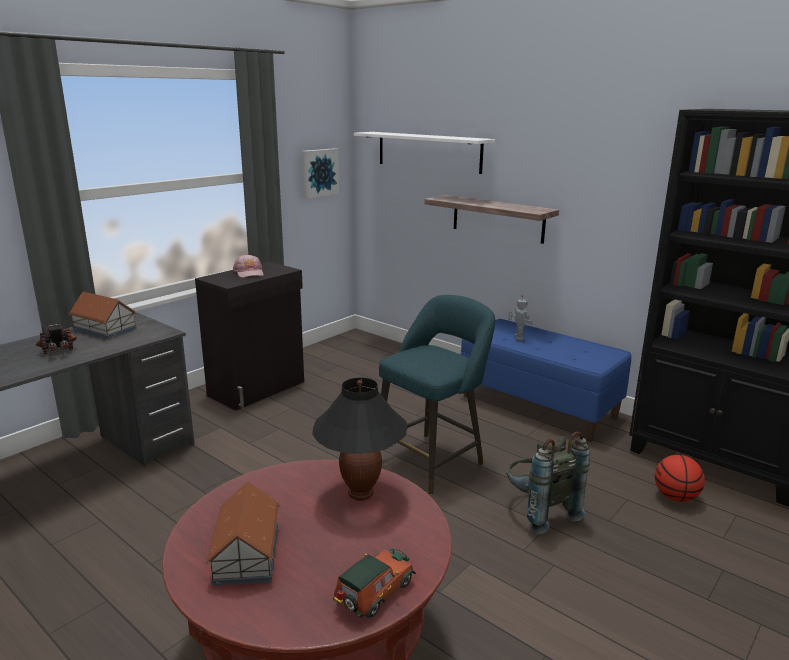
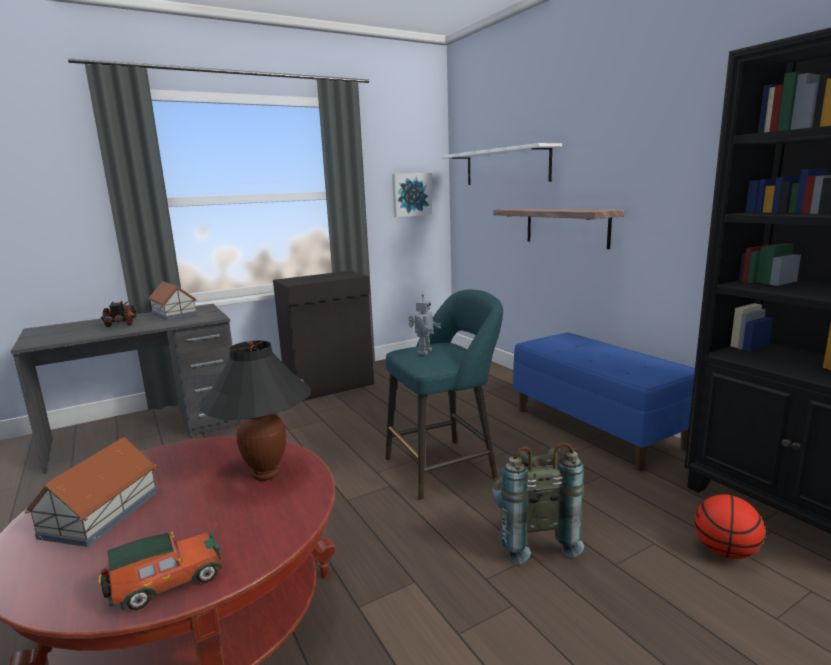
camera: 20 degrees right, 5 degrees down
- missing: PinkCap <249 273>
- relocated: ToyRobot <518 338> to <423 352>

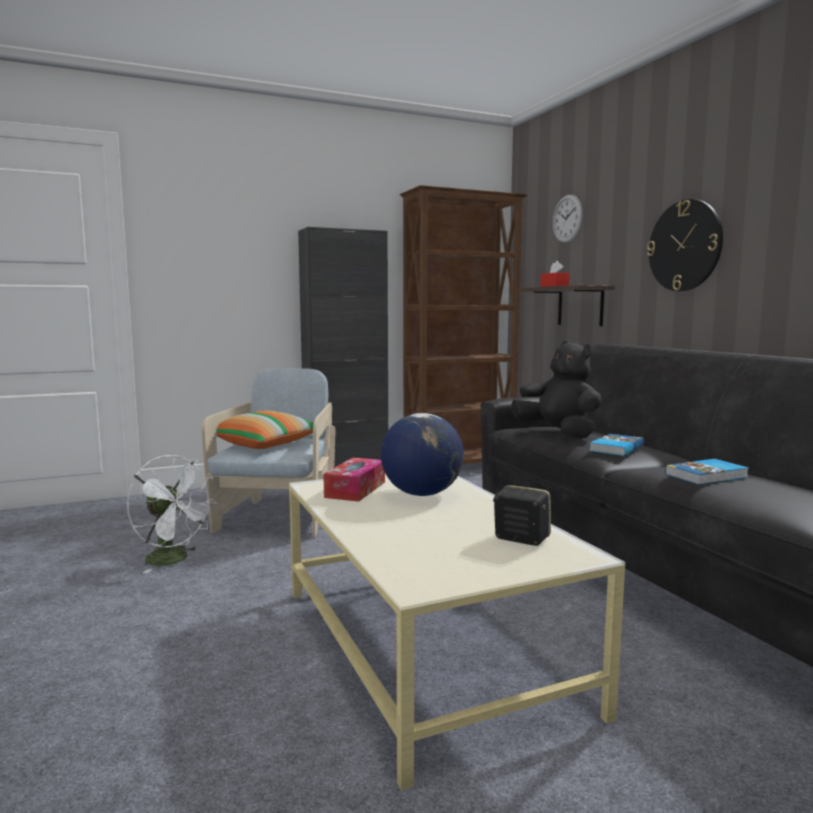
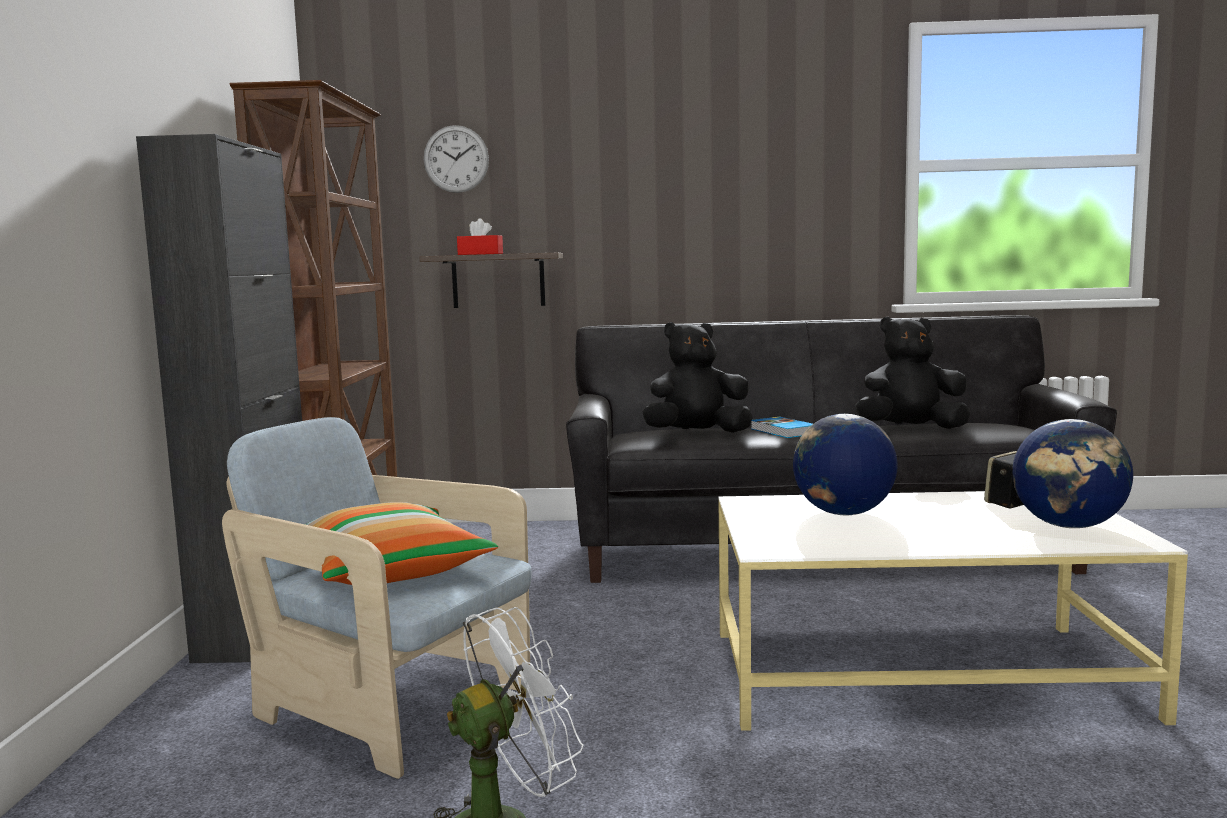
camera: 65 degrees left, 0 degrees up
- missing: TissueBox <355 489>
- missing: WallClock <685 246>
- appeared: Globe <1069 526>
- exchanged: Book <707 476> to BlackPlushToy <910 429>

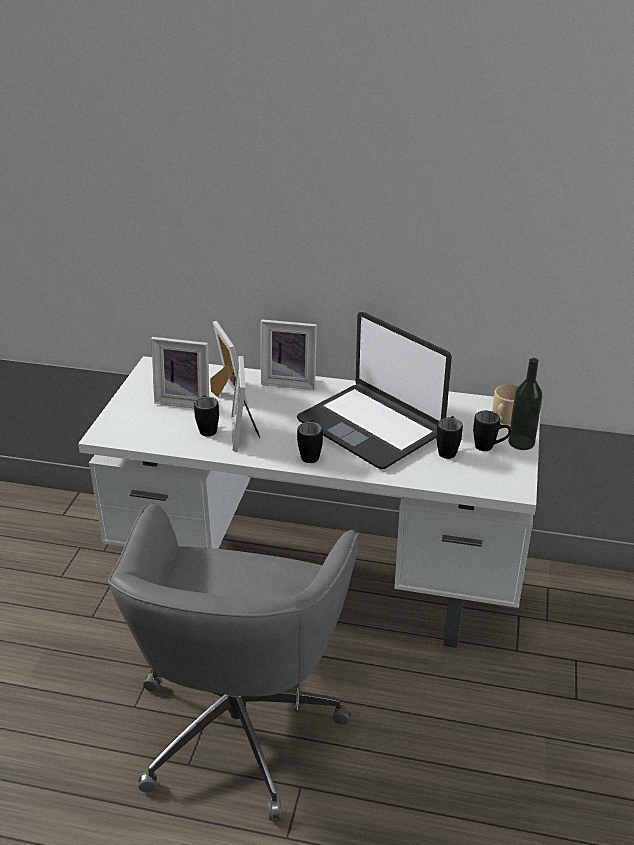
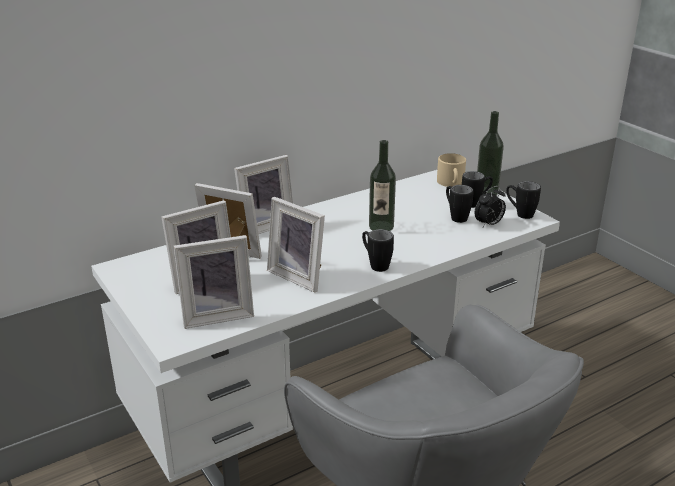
camera: 45 degrees left, 5 degrees down
- appeared: PictureFrame <217 314>
- appeared: AlarmClock <489 224>
- relocated: BlackMug <207 428> to <520 213>
- exchanged: Laptop <371 426> to Bottle <381 226>

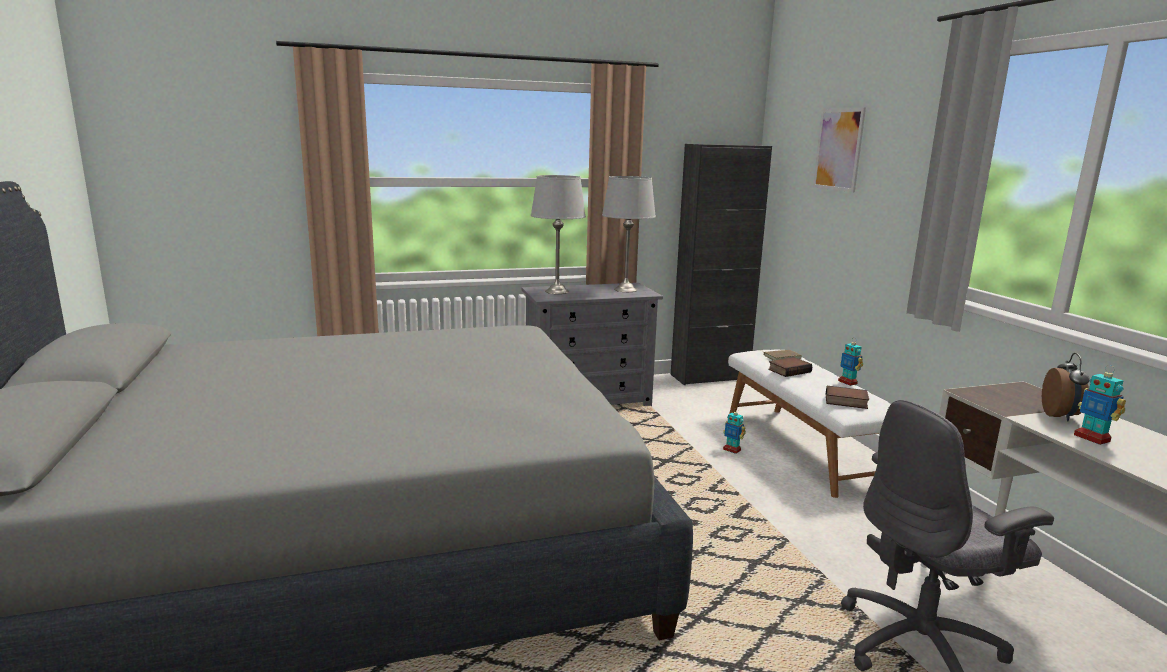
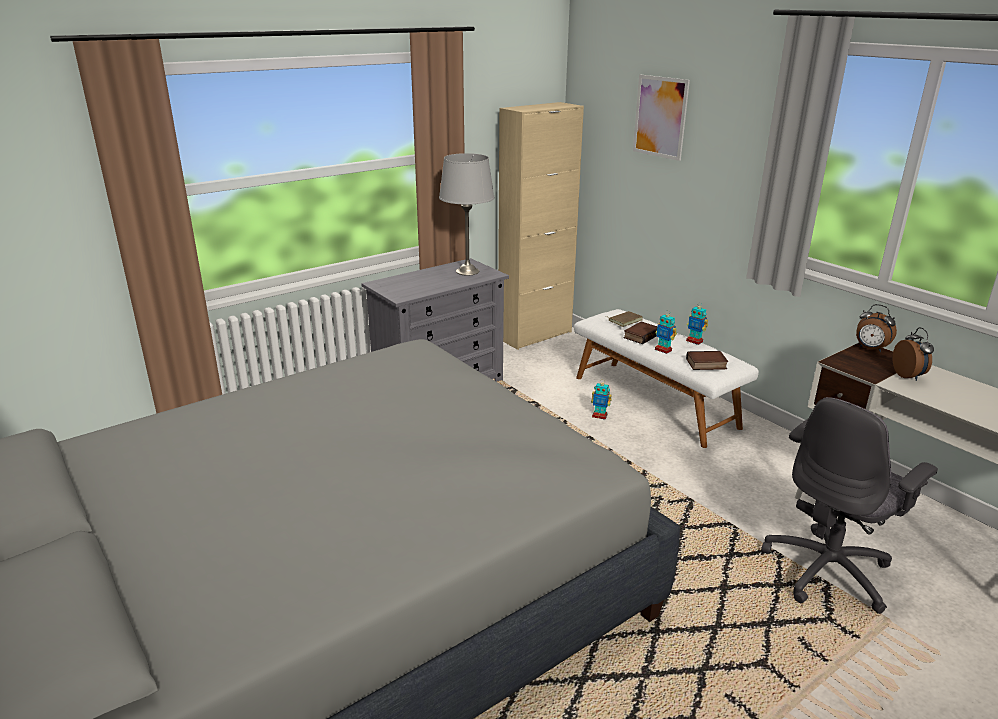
camera: 20 degrees left, 10 degrees up
- missing: GreyTableLamp <556 291>
- appeared: AlarmClock <870 349>
- relocated: ToyRobot <1092 438> to <663 350>
- colour: BlackCabinet <709 377> to BeigeCabinet <535 335>

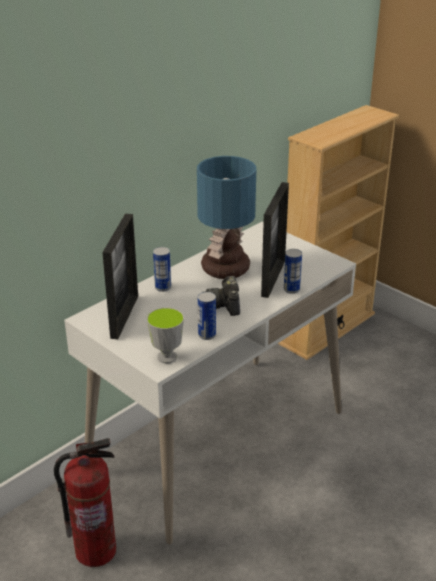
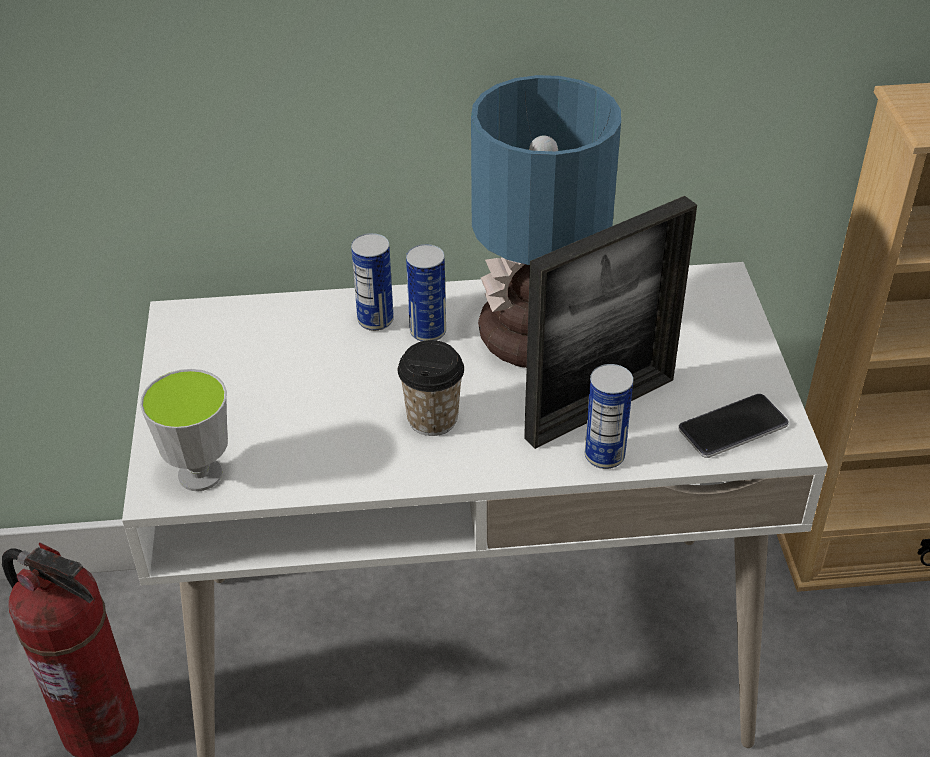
camera: 40 degrees right, 10 degrees up
- missing: PictureFrame <124 316>
- appeared: Phone <732 427>
- relocated: Can <207 335> to <428 331>
- exchanged: PhotoCamera <224 305> to Cup <432 419>

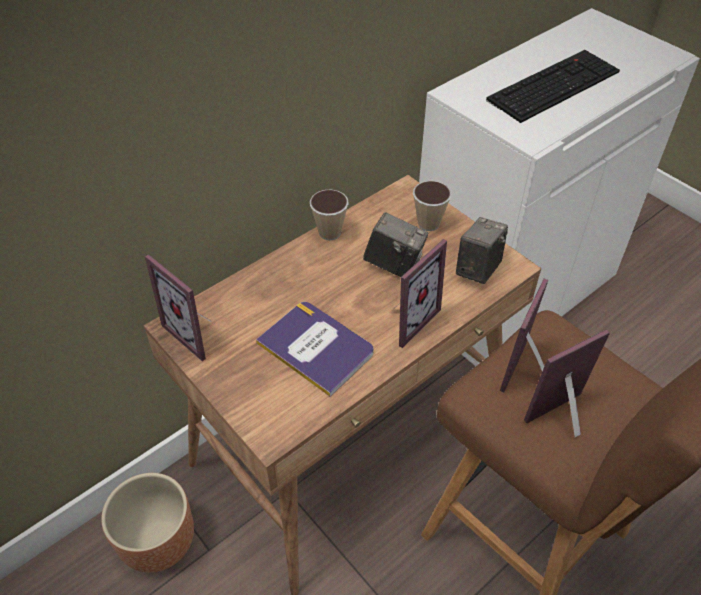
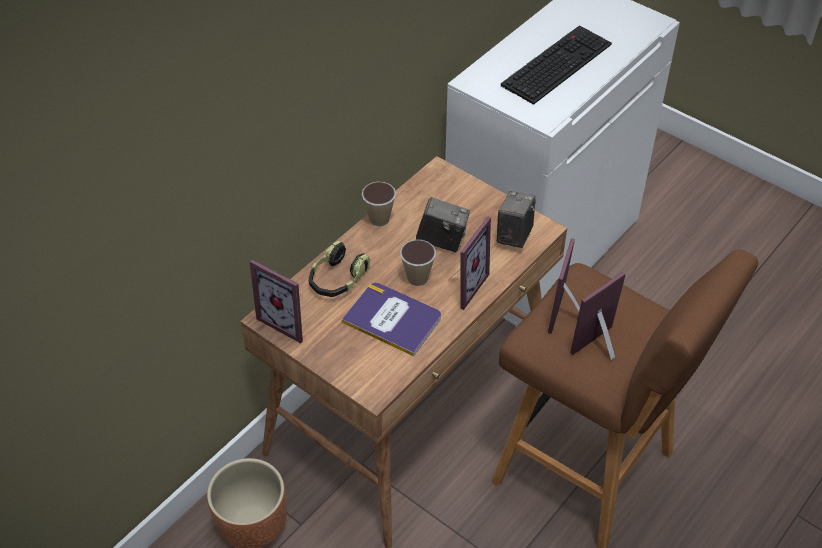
camera: 10 degrees left, 0 degrees up
- appeared: Headphones <337 280>
- relocated: Cup <428 223> to <417 278>

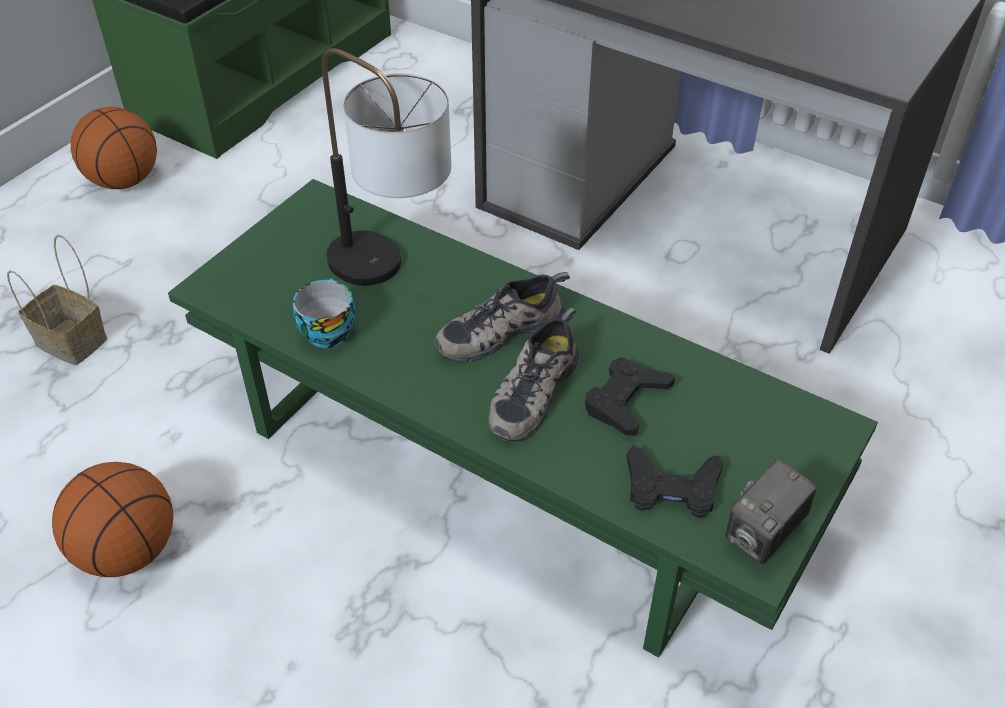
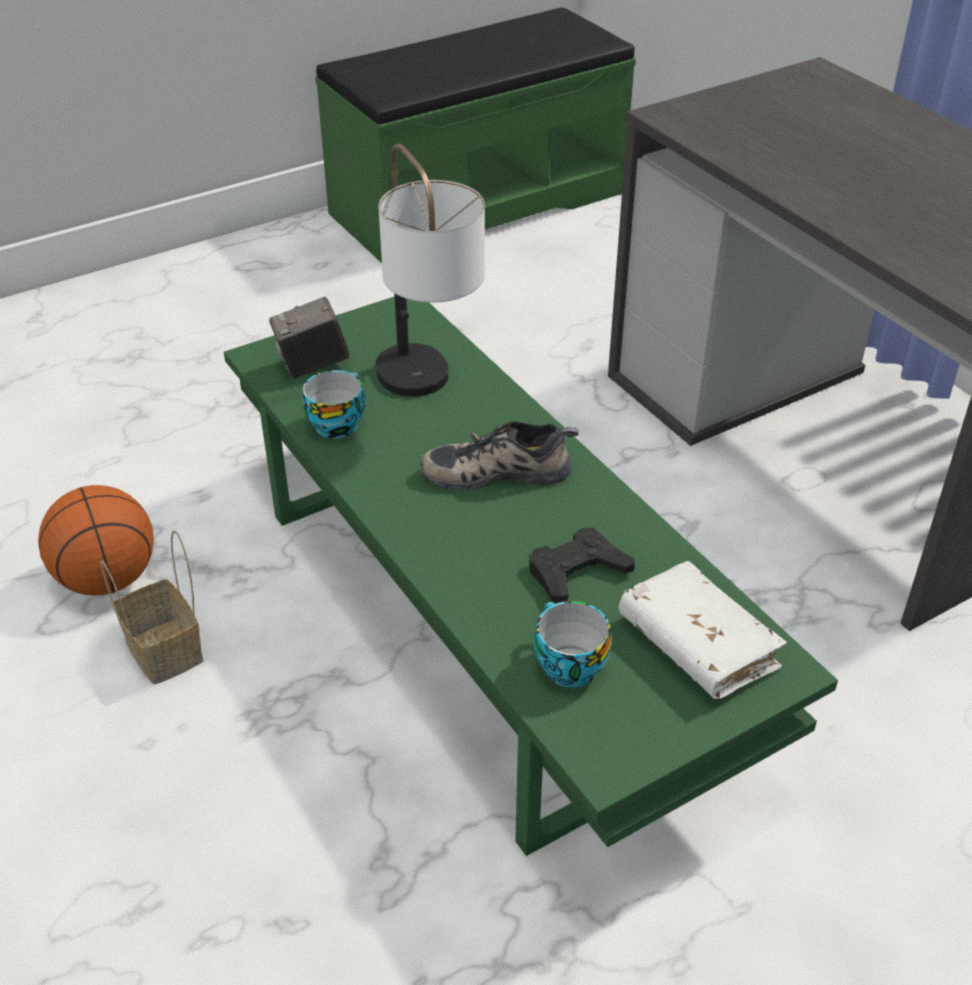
camera: 25 degrees right, 5 degrees down
- missing: Basketball <124 181>
- missing: Shoe <531 390>
- appeared: WhiteBook <697 644>
- relocated: Basket <74 341> to <167 652>
- relocated: PhotoCamera <763 535> to <313 365>
- exchanged: BlackGameController <671 488> to Cup <566 666>

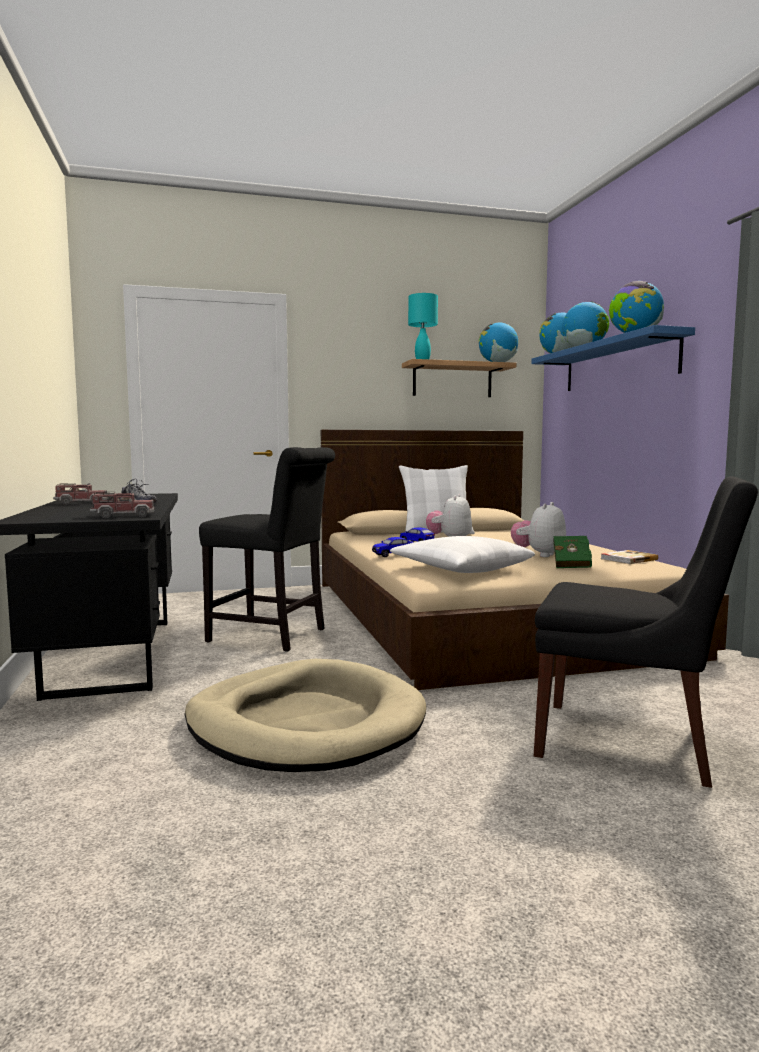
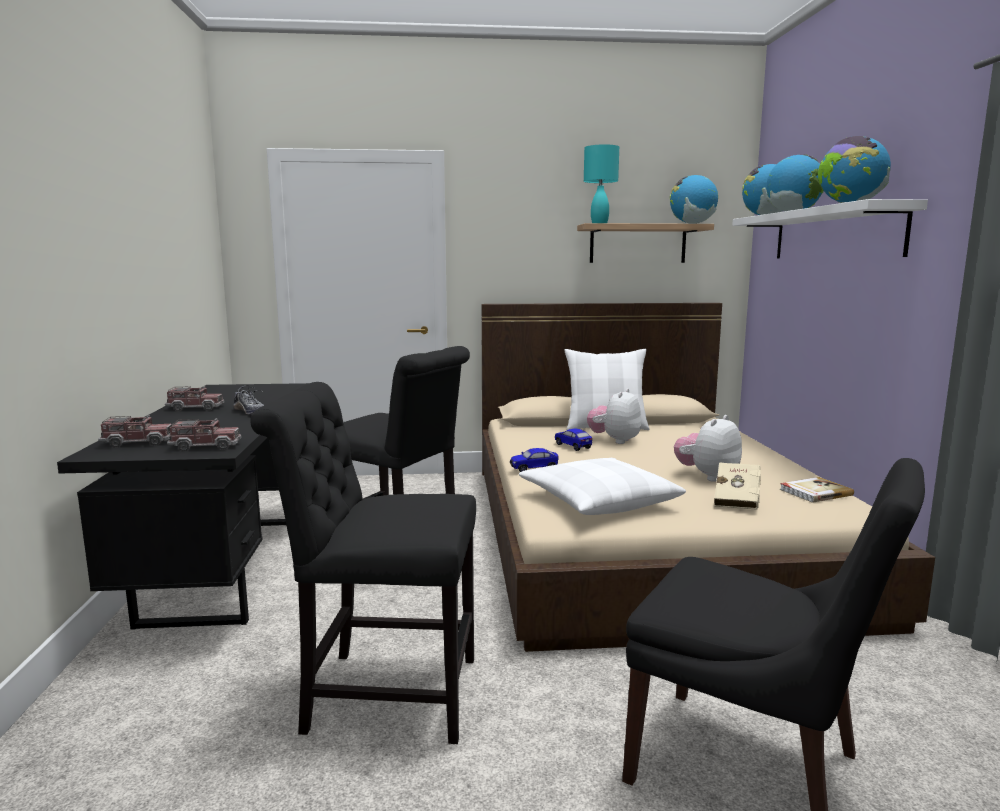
camera: 10 degrees right, 5 degrees up
- appeared: ToyTruck <138 442>
- exchanged: BeigeDogBed <305 723> to BlackChair <383 694>
- colour: BlueShelf <618 364> to WhiteShelf <834 234>
- colour: GreenBook <572 564> to BeigeBook <737 500>

